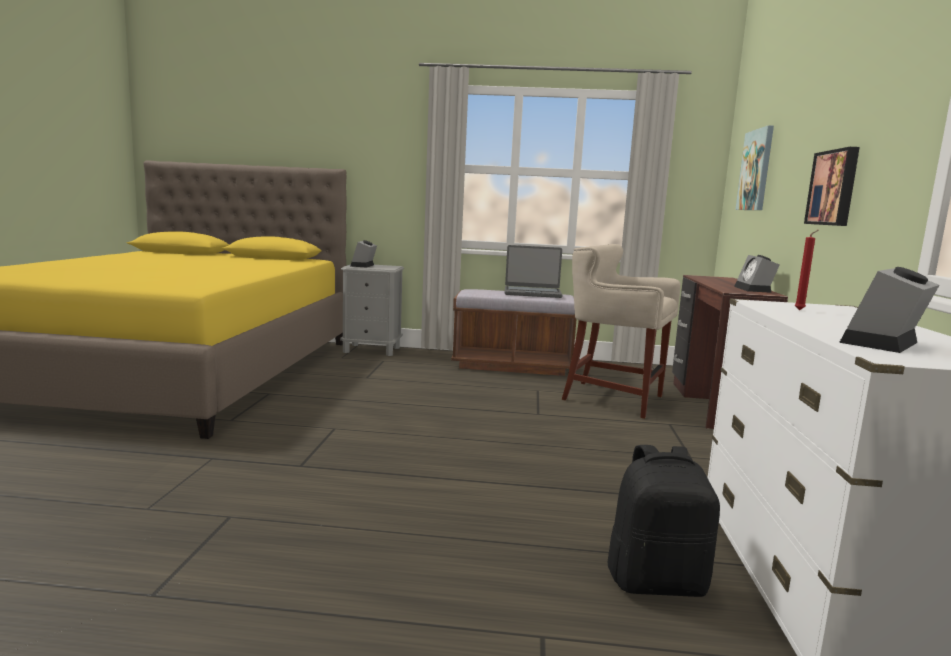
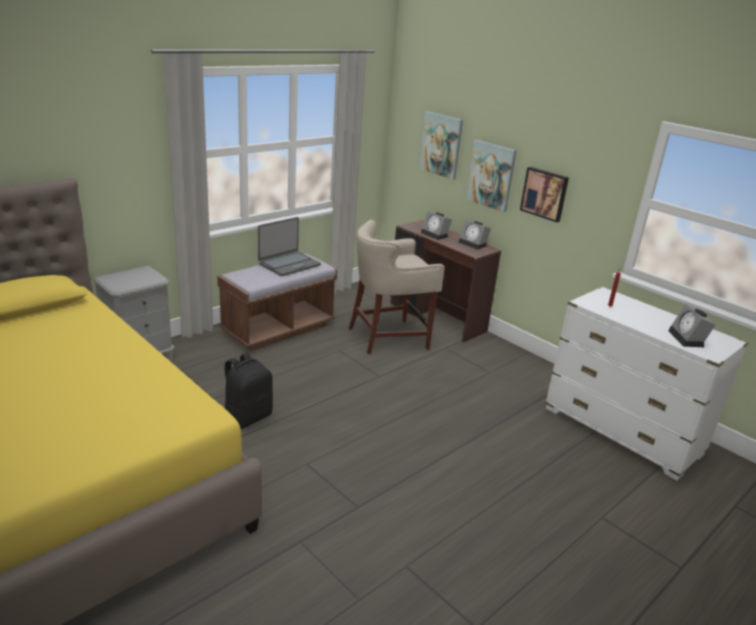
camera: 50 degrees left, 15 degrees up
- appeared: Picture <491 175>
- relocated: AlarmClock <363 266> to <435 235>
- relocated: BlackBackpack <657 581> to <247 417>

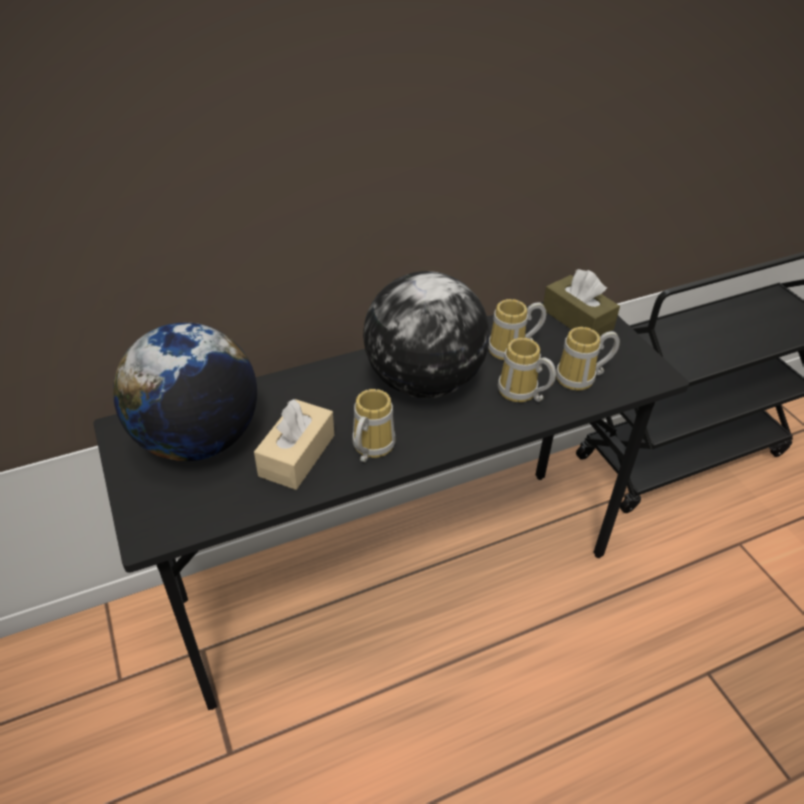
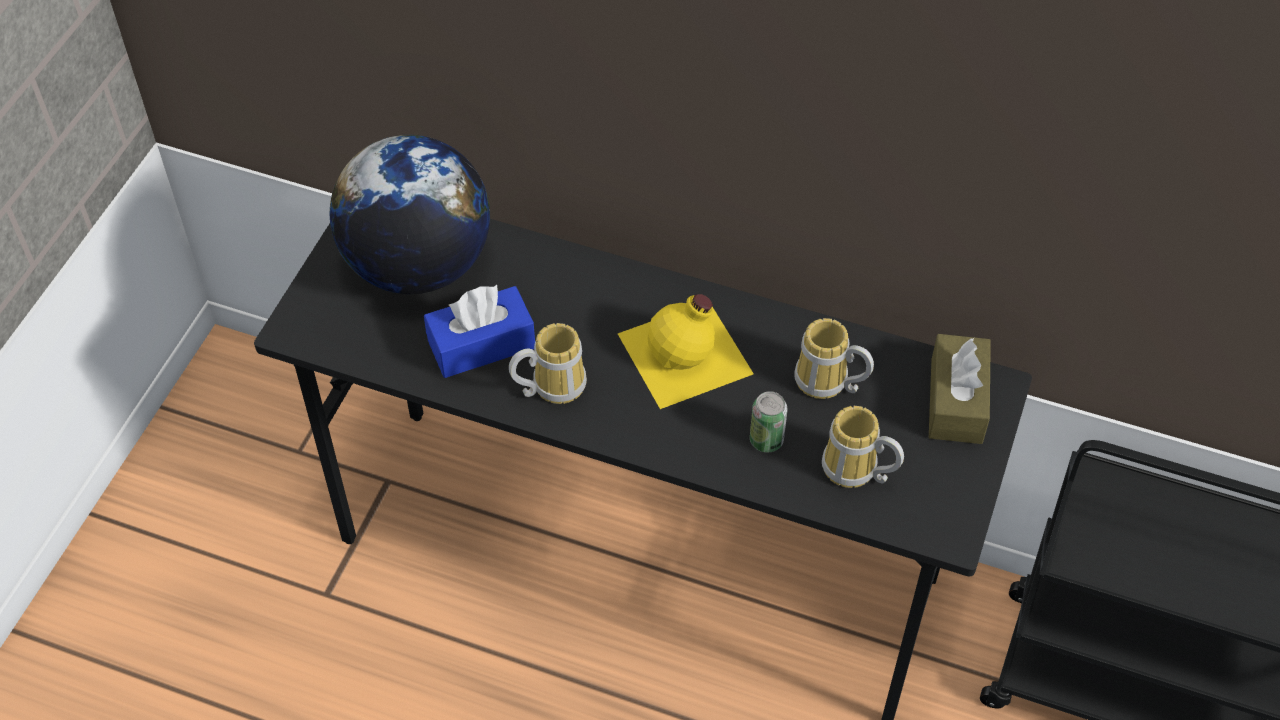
camera: 45 degrees right, 10 degrees up
- exchanged: Globe <424 382> to YellowBottle <687 354>
- exchanged: Mug <520 394> to Can <766 440>
- colour: BeigeTissueBox <297 455> to BlueTissueBox <481 344>

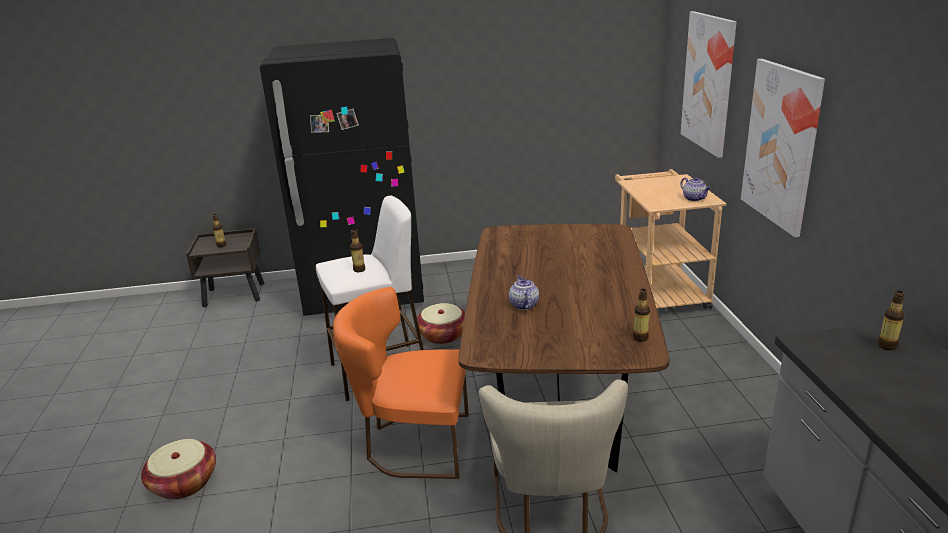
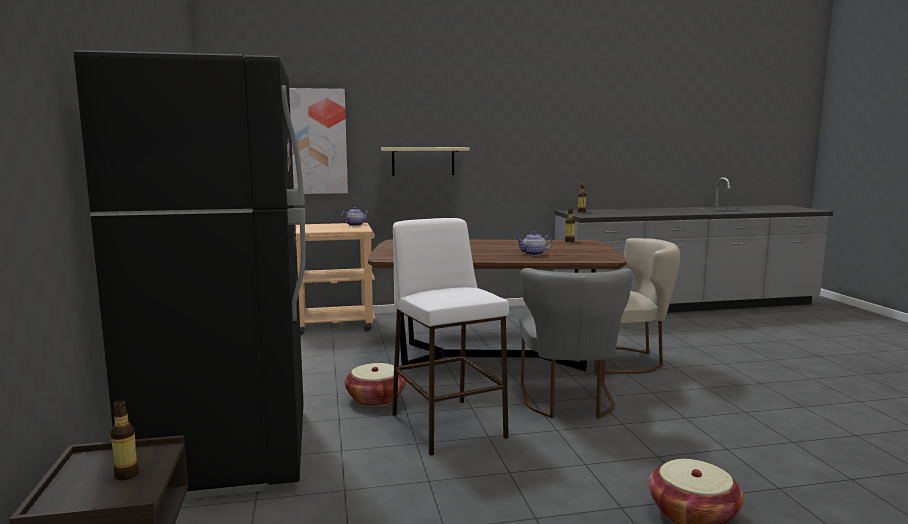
camera: 95 degrees left, 15 degrees down
- missing: Bottle <359 270>
- exchanged: Picture <781 145> to BeigeShelf <423 161>
- colour: OrangeChair <412 444> to GreyChair <569 402>

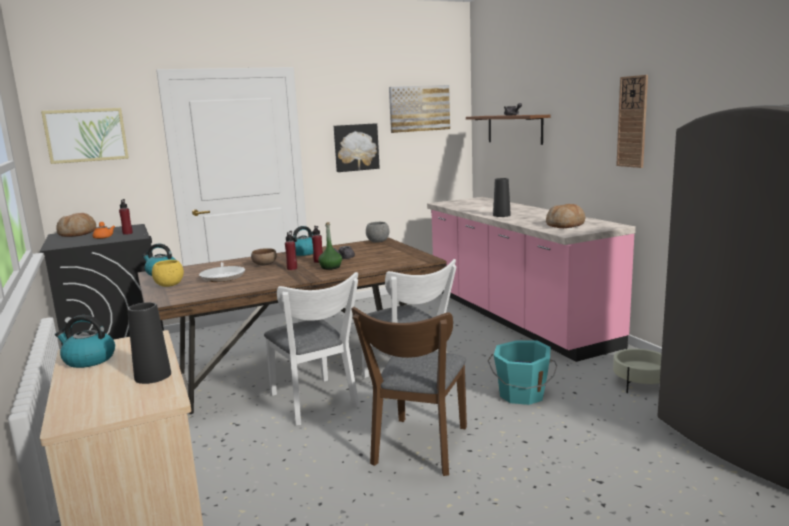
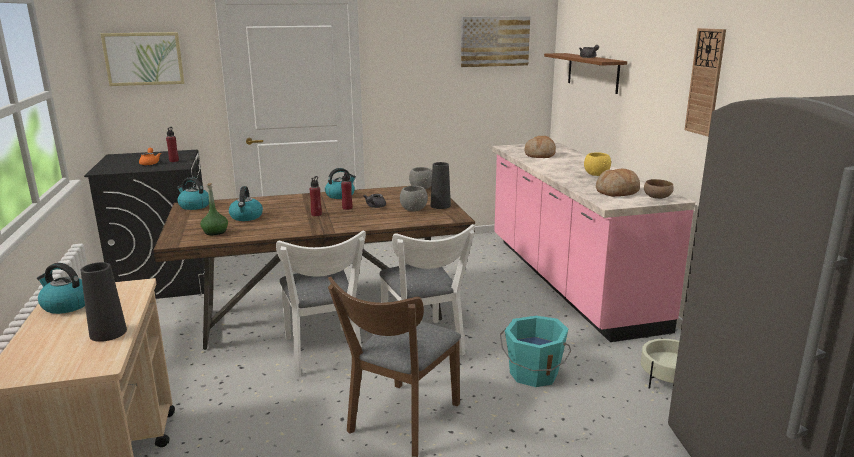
camera: 10 degrees right, 5 degrees up
- missing: Picture <356 147>
- appeared: GreyBowl <413 209>
- relocated: Bread <78 233> to <540 155>
- relocated: YellowBowl <170 285> to <596 174>
- relocated: BrownBowl <265 265> to <657 198>
- relocated: GreenBottle <330 267> to <215 232>
- relocated: BlackVase <501 215> to <440 206>
- exchanged: FryingPan <223 276> to Kettle <246 217>

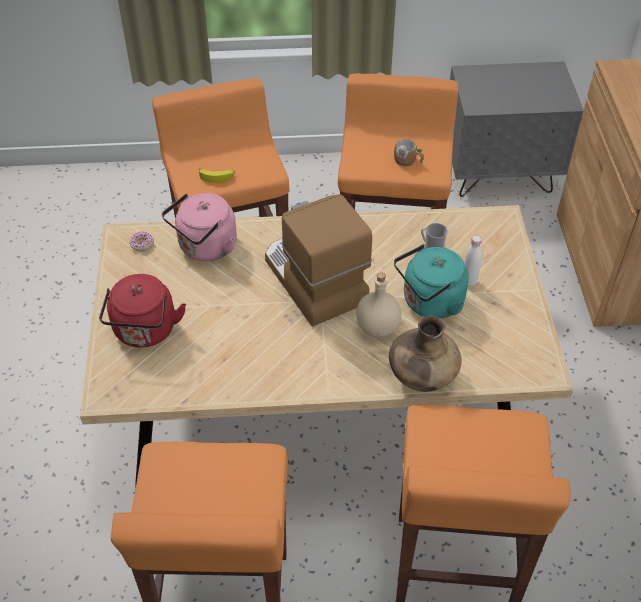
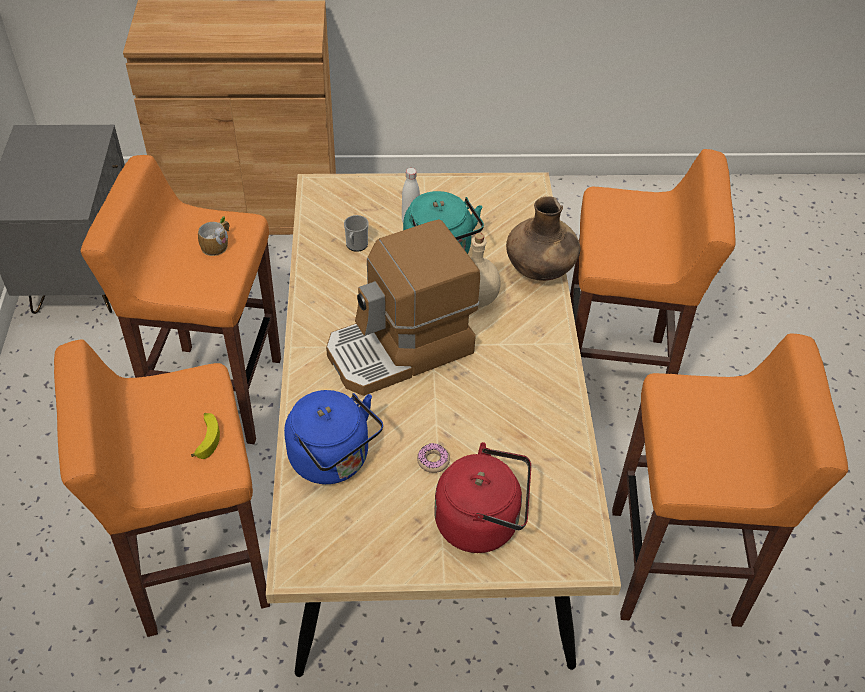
camera: 90 degrees left, 0 degrees up
- relocated: Donut <142 244> to <433 461>
- colour: PinkKettle <205 248> to BlueKettle <333 460>

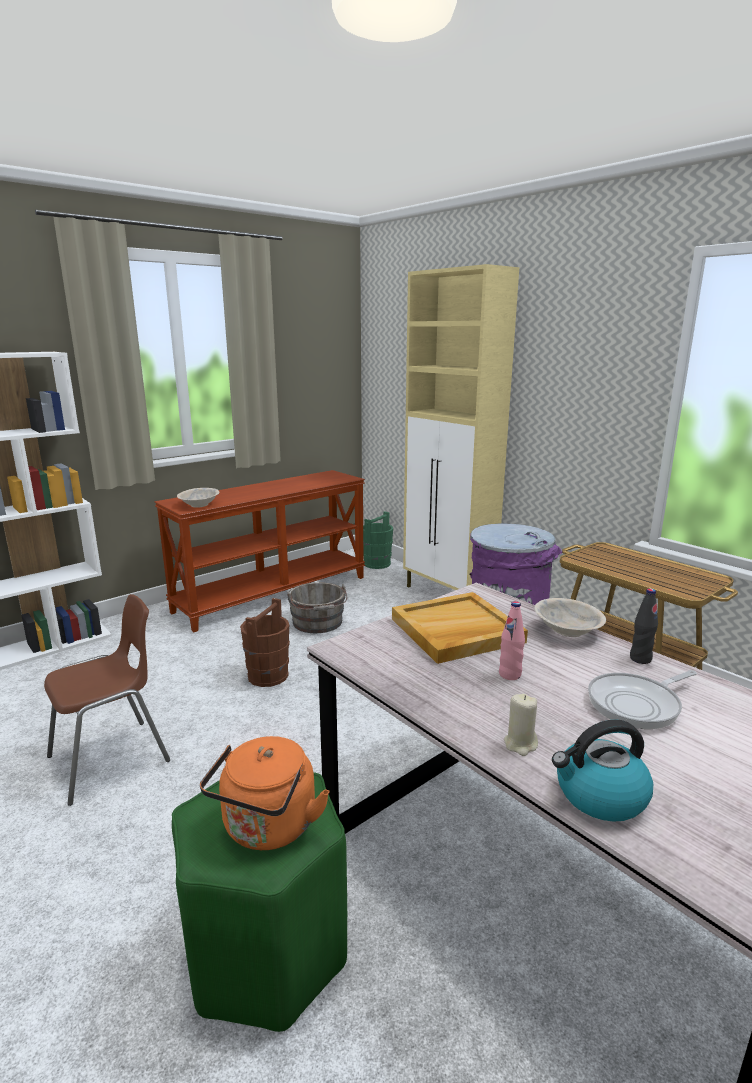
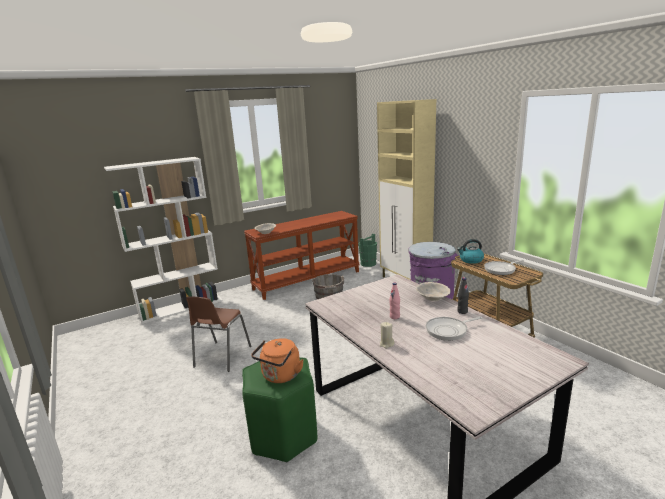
camera: 10 degrees right, 0 degrees up
- missing: BrownBucket <268 675>
- missing: BeigeTray <456 631>
- appeared: FryingPan <501 269>
- relocated: Kettle <599 796> to <470 260>
- spun: BrownChair <112 759> = <221 357> 135 degrees clockwise

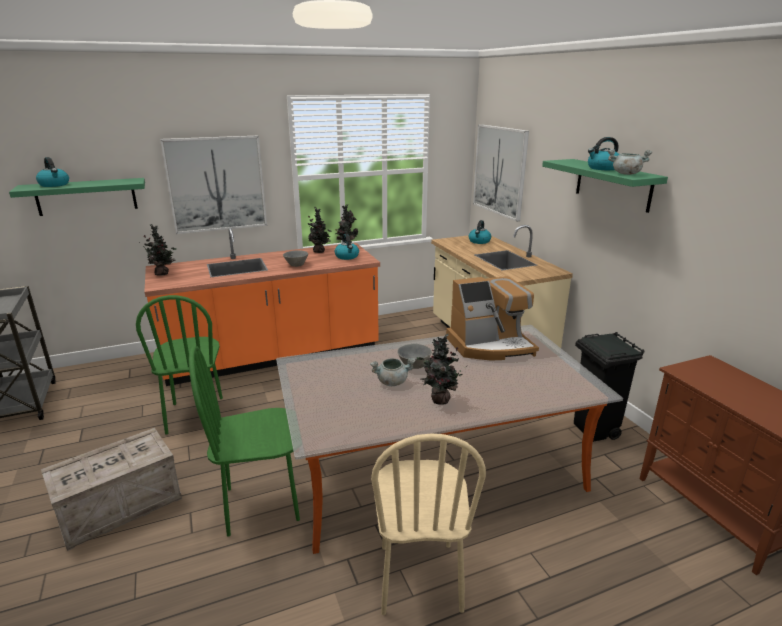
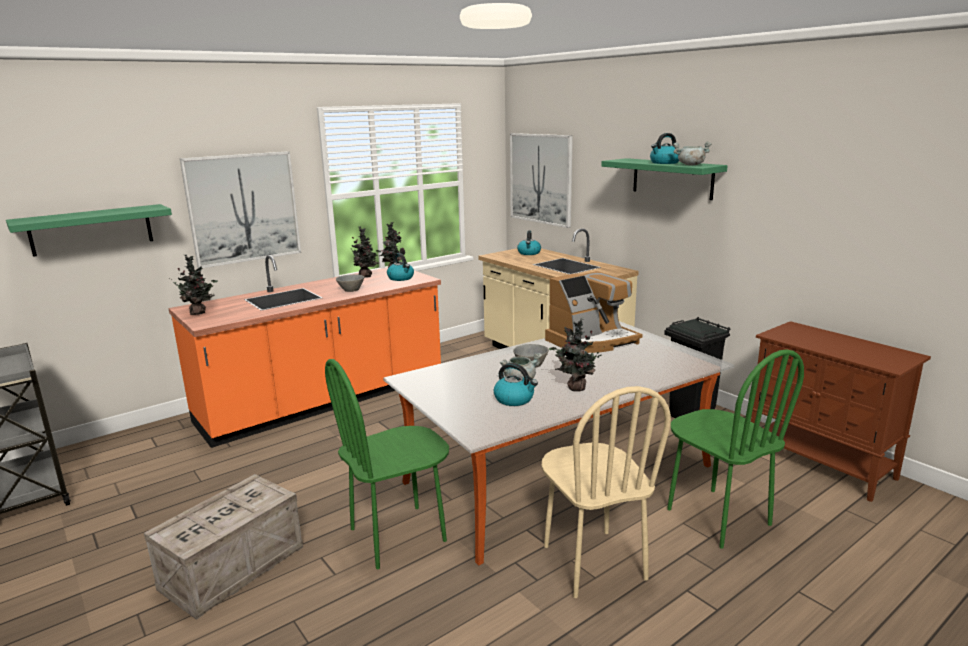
camera: 15 degrees left, 5 degrees down
- relocated: Kettle <54 185> to <514 399>
- relocated: GreenChair <196 415> to <717 517>

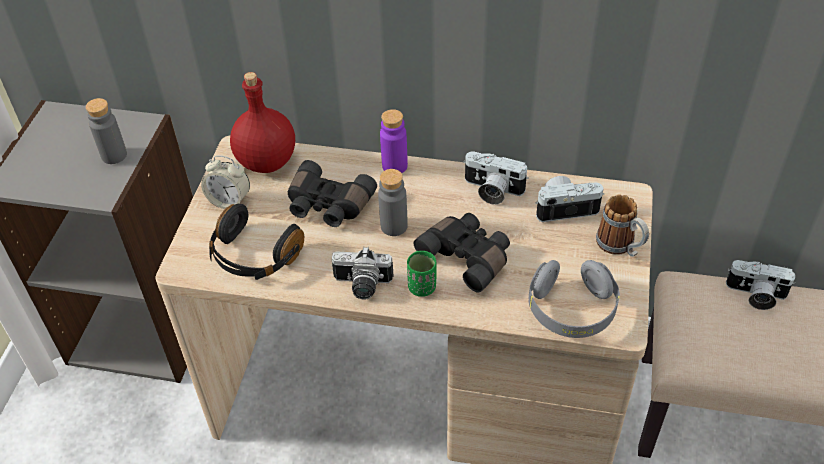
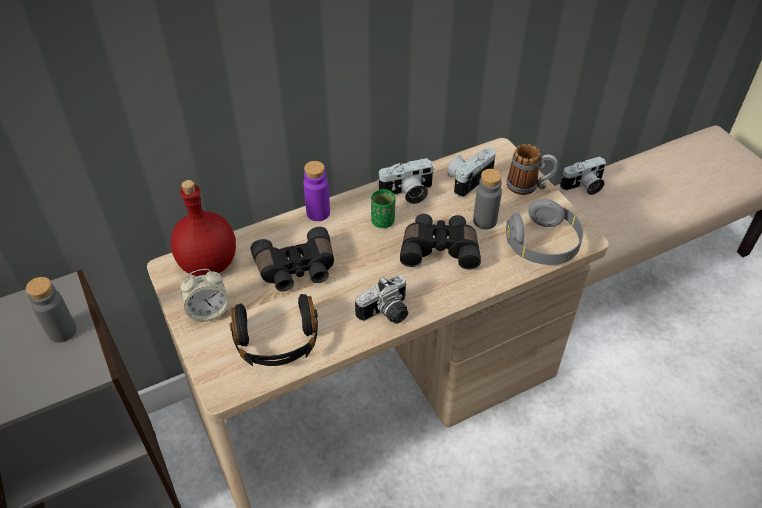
camera: 40 degrees left, 0 degrees up
- relocated: GreyBottle <394 226> to <484 221>
- relocated: GreenCup <422 287> to <383 221>

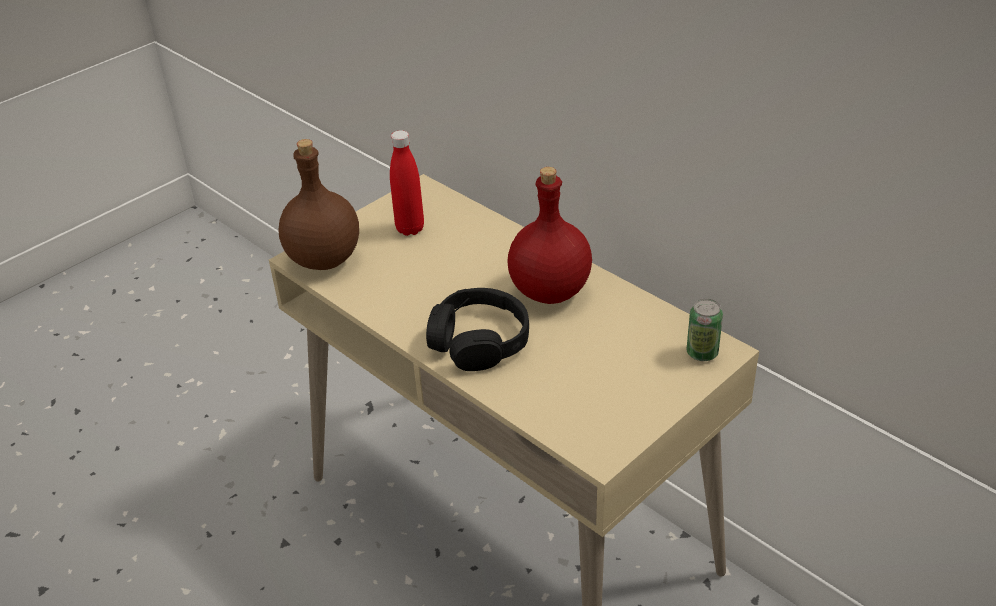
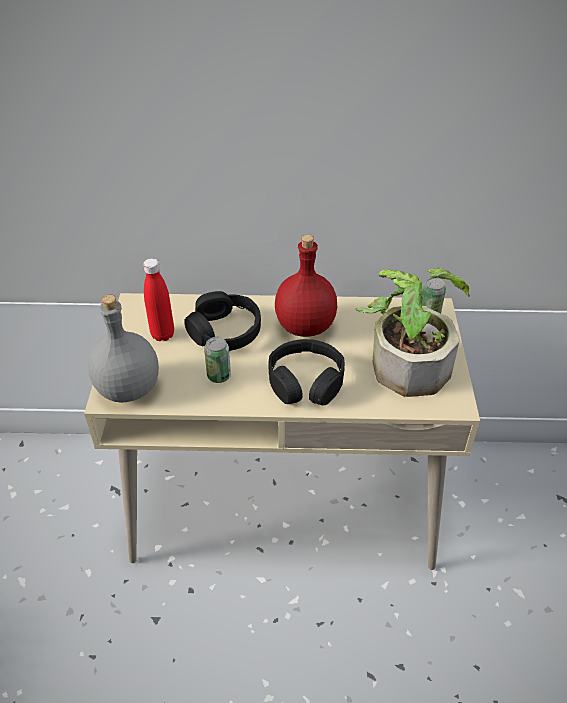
camera: 45 degrees left, 5 degrees up
- appeared: BlackHeadphones <225 331>
- appeared: Can <219 376>
- appeared: PottedPlant <406 360>
- colour: BrownBottle <325 259> to GreyBottle <130 388>

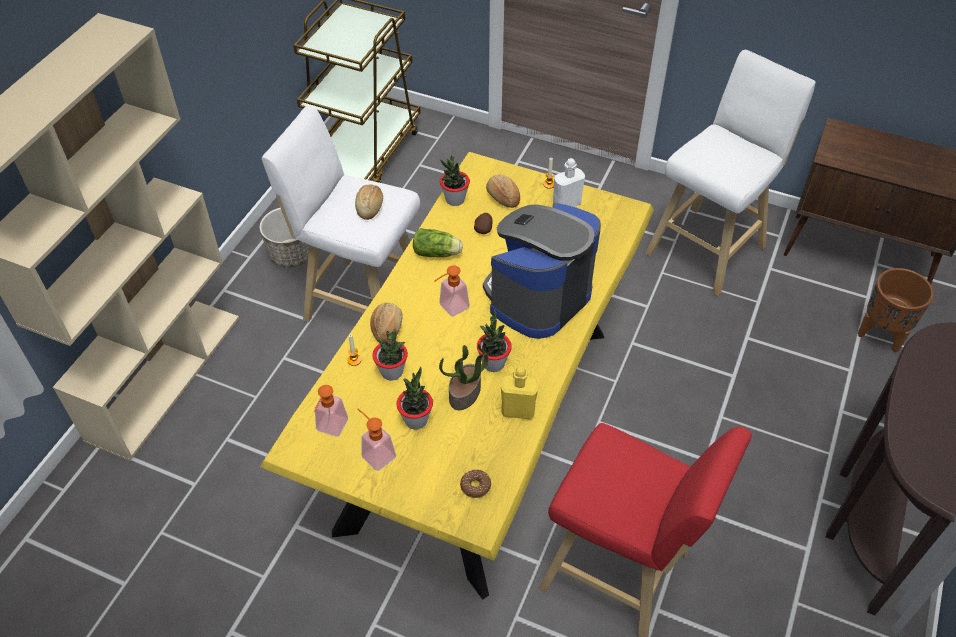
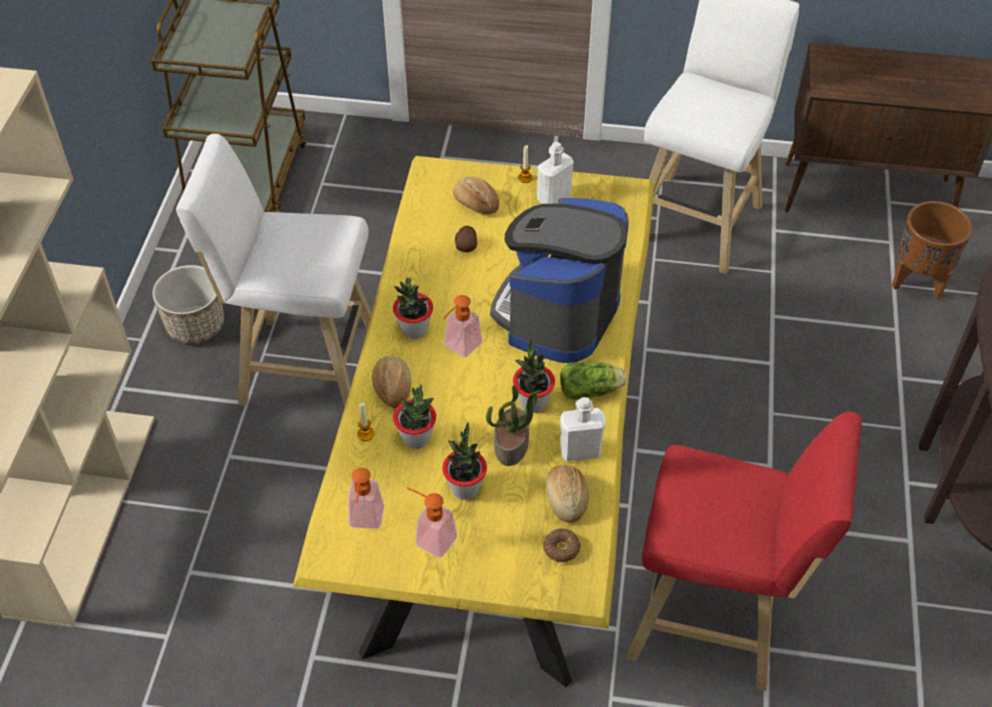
camera: 15 degrees left, 0 degrees up
- relocated: Bread <370 207> to <566 499>
- relocated: Lettuce <438 253> to <592 390>
- relocated: PottedPlant <455 200> to <414 330>
- colour: YellowBottle <518 410> to WhiteBottle <580 451>

